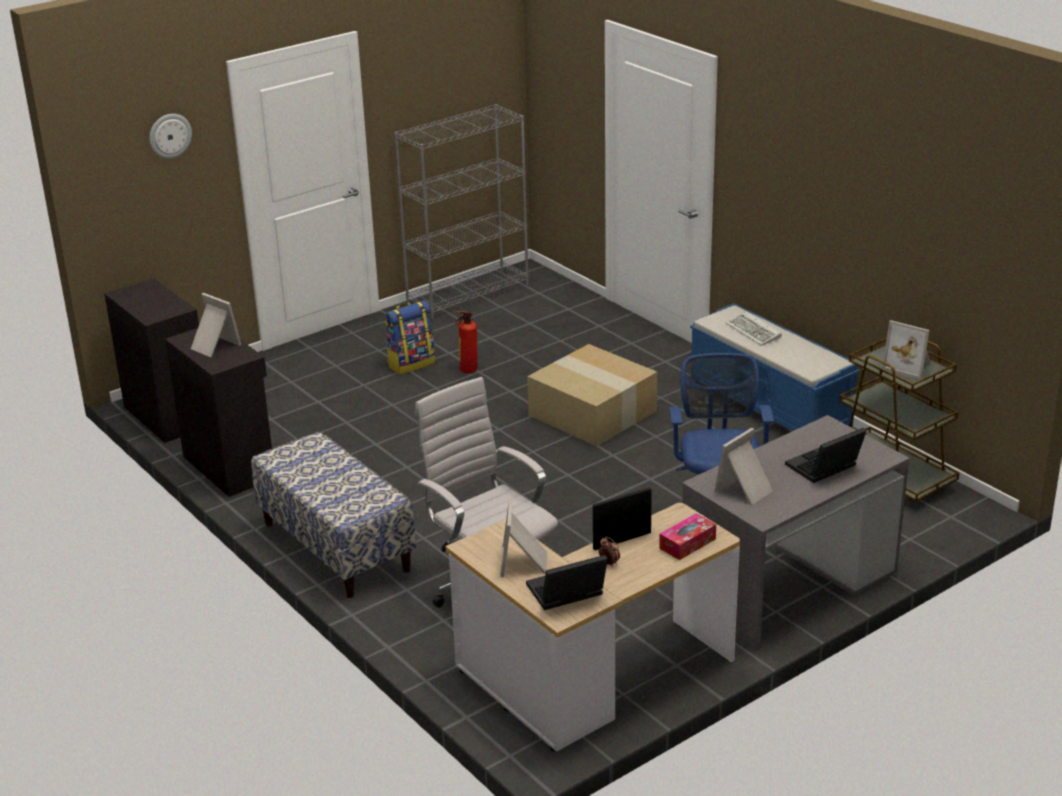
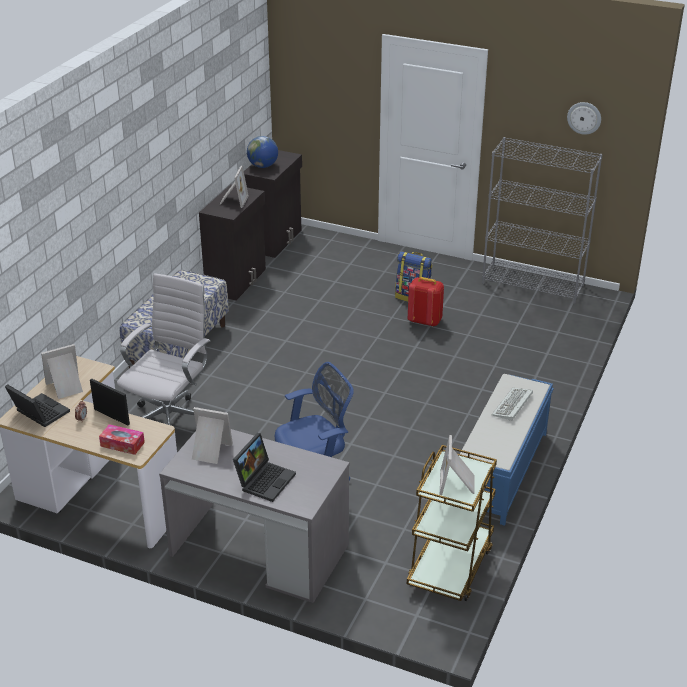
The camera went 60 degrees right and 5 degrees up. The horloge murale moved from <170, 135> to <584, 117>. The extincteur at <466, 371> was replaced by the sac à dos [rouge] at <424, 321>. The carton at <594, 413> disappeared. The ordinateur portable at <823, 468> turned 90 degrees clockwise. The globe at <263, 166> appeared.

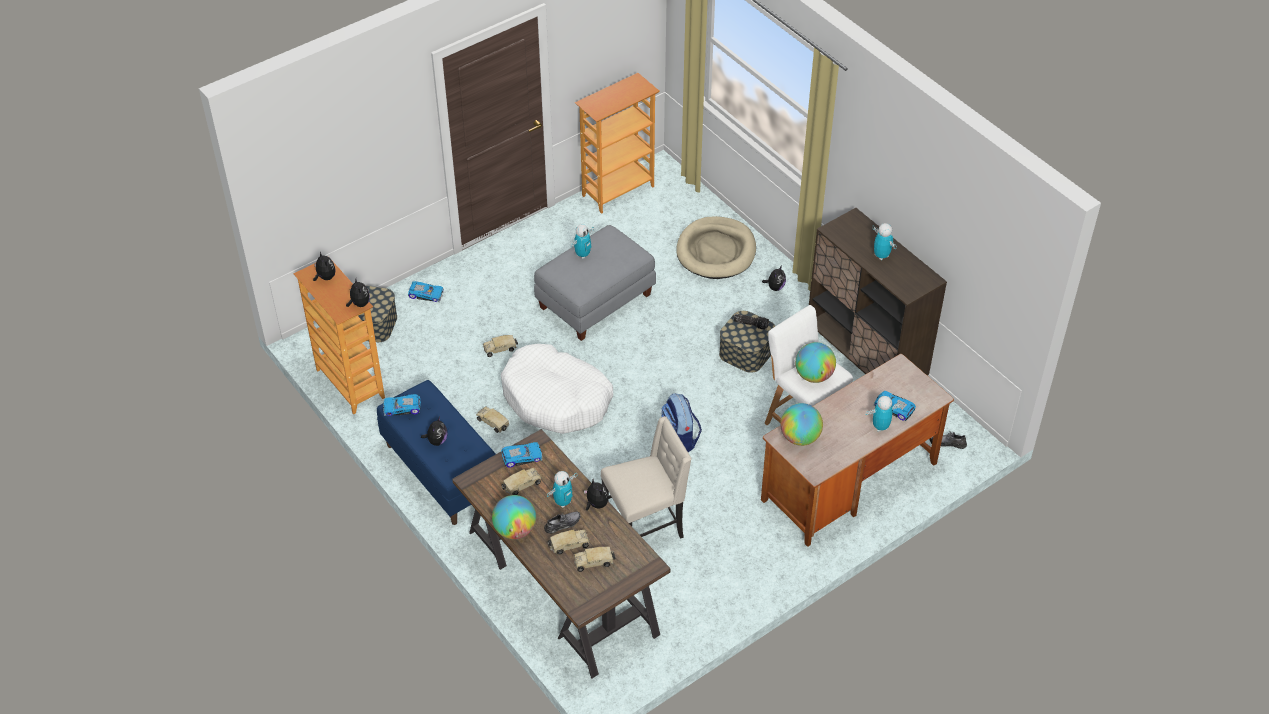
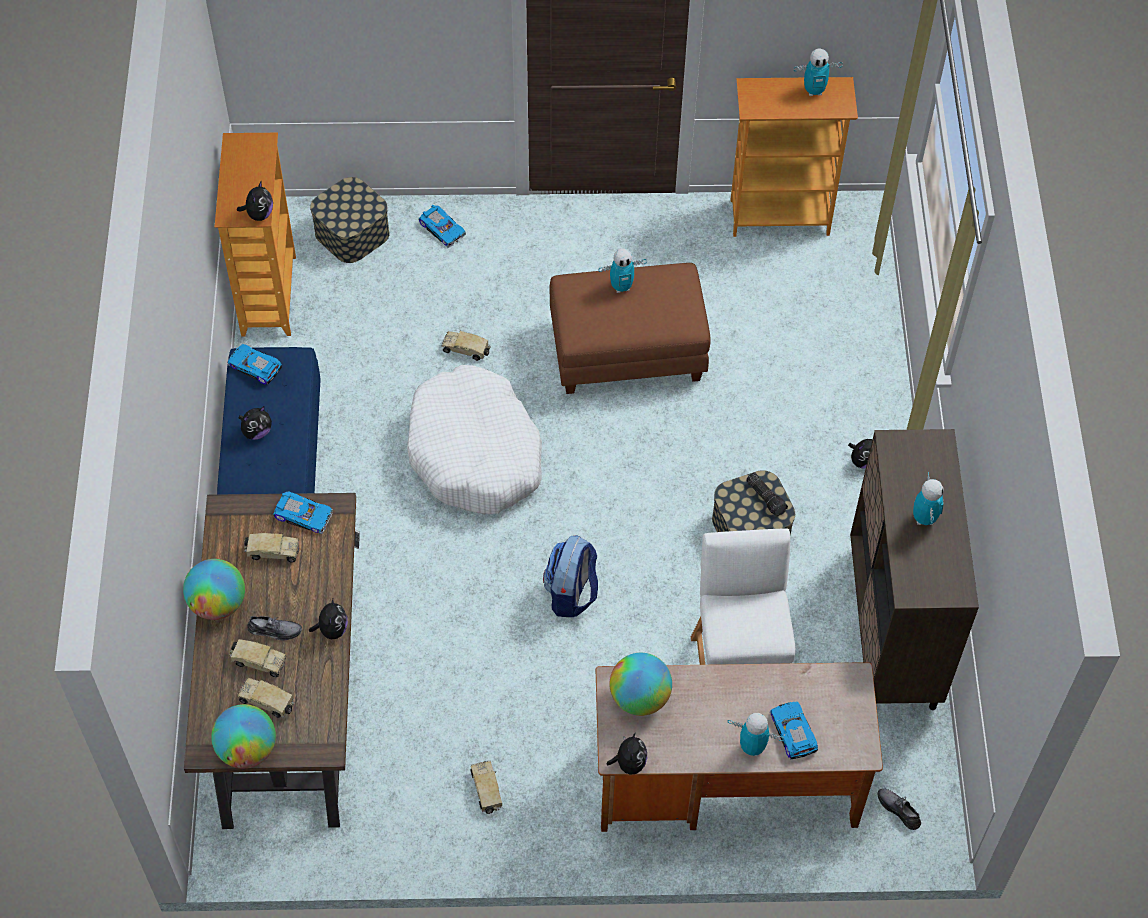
The camera went 35 degrees right and 10 degrees up. The peluche moved from <325, 277> to <629, 763>. The camion jouet moved from <493, 423> to <487, 791>. The pouf [gris] at <595, 300> became the pouf [marron] at <628, 350>. The robot jouet moved from <563, 502> to <814, 91>. The chaise [beige] at <645, 527> disappeared. The panier pour chien [beige] at <716, 251> disappeared. The globe moved from <814, 376> to <247, 749>.

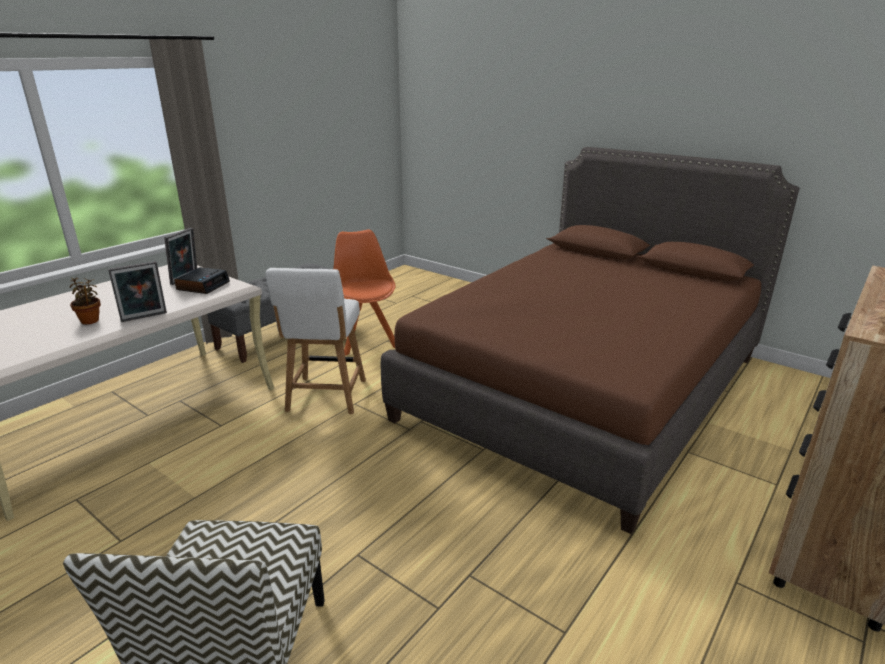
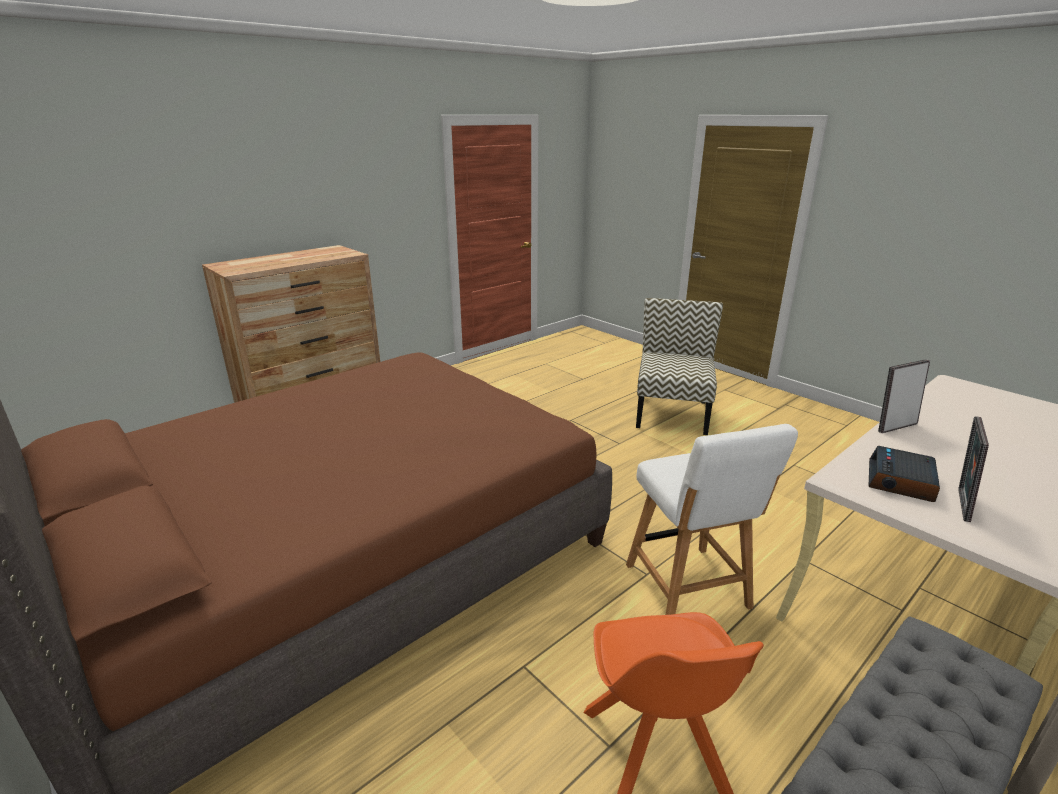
The camera went 170 degrees left and 0 degrees up. The plante en pot at <90, 320> disappeared. The chaise [blanc] at <325, 397> turned 150 degrees clockwise.

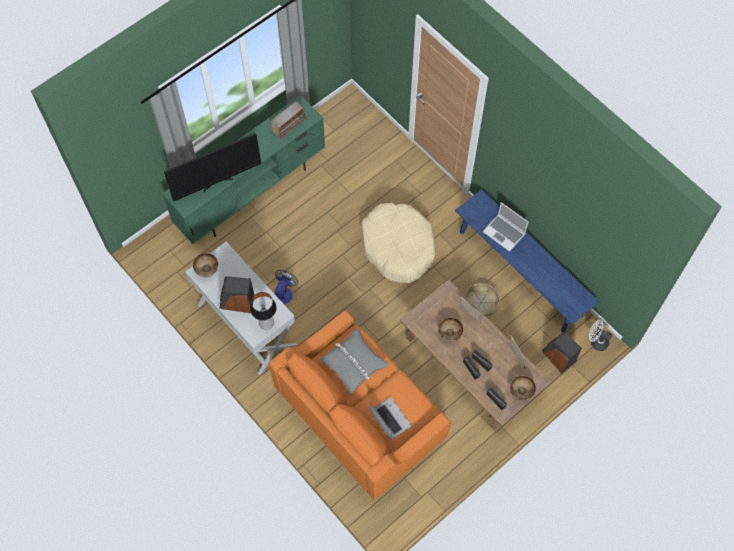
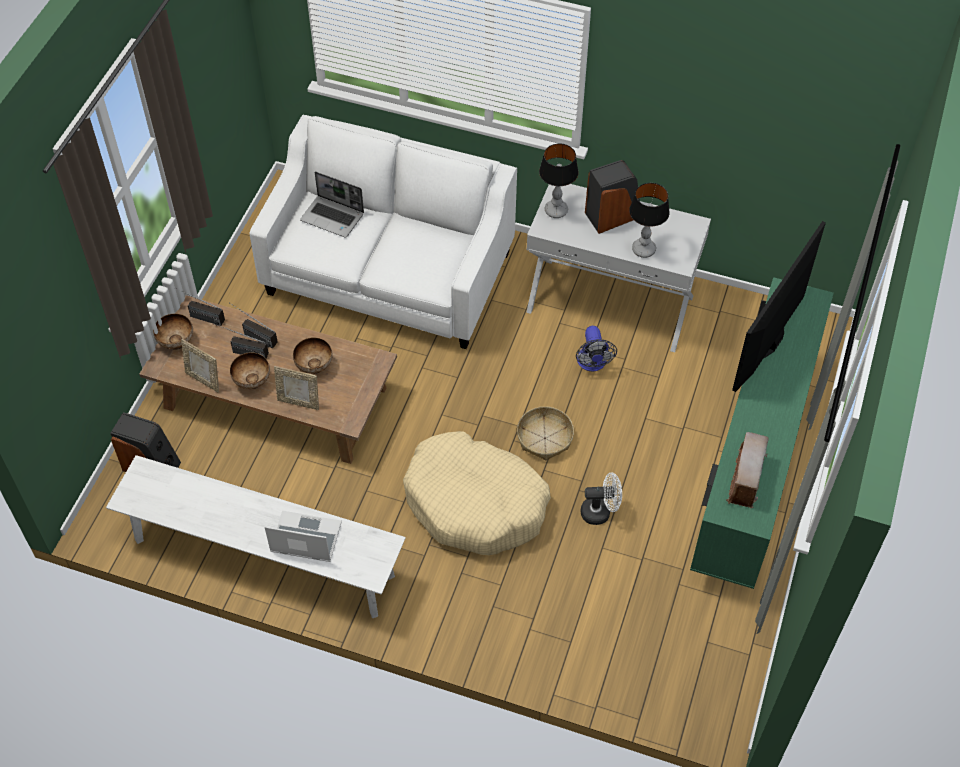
The camera went 150 degrees right and 10 degrees down. The bol moved from <207, 271> to <252, 381>. The canapé [orange] at <360, 416> became the canapé [blanc] at <389, 274>. The coussin [gris] at <354, 363> disappeared. The banc [bleu] at <520, 273> became the banc [blanc] at <263, 558>. The panier moved from <481, 302> to <545, 438>. The ventilateur [blanc] moved from <596, 341> to <600, 512>. The lampe de table at <643, 249> appeared.

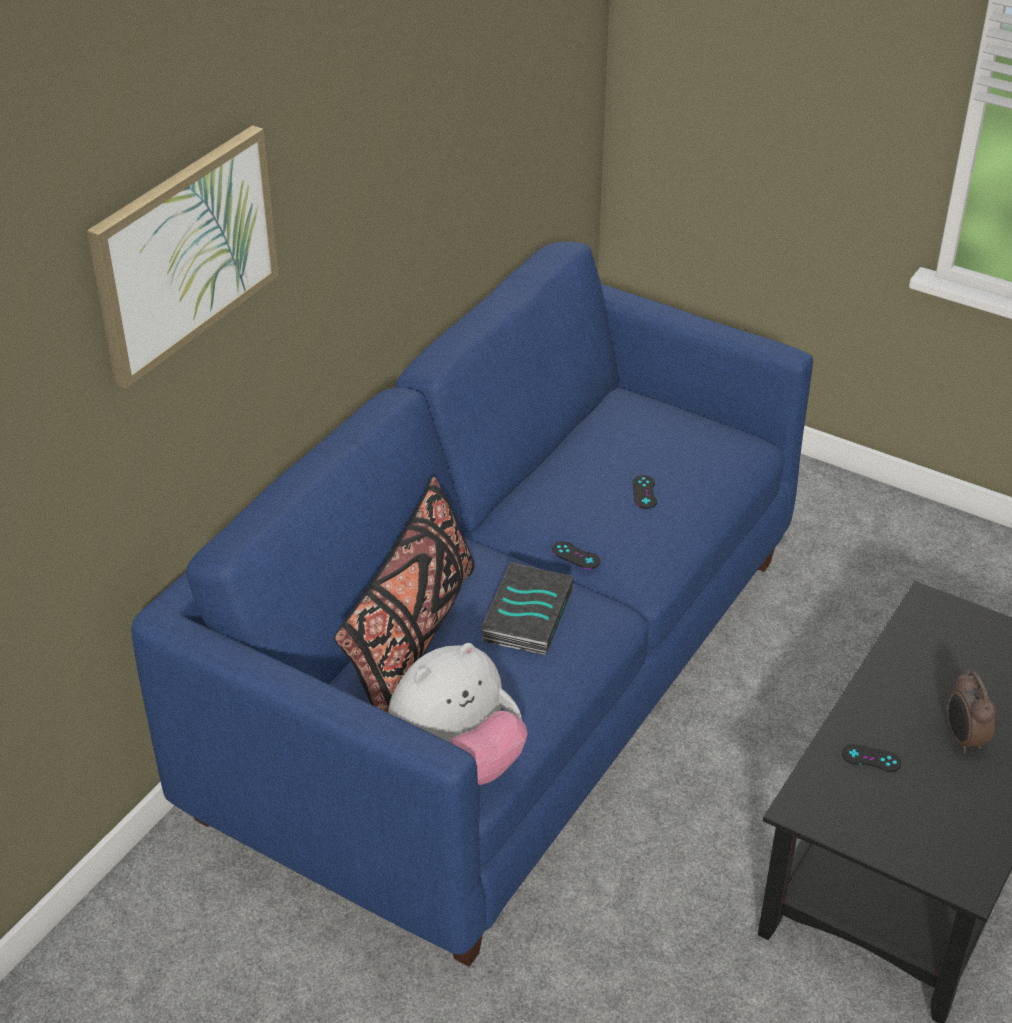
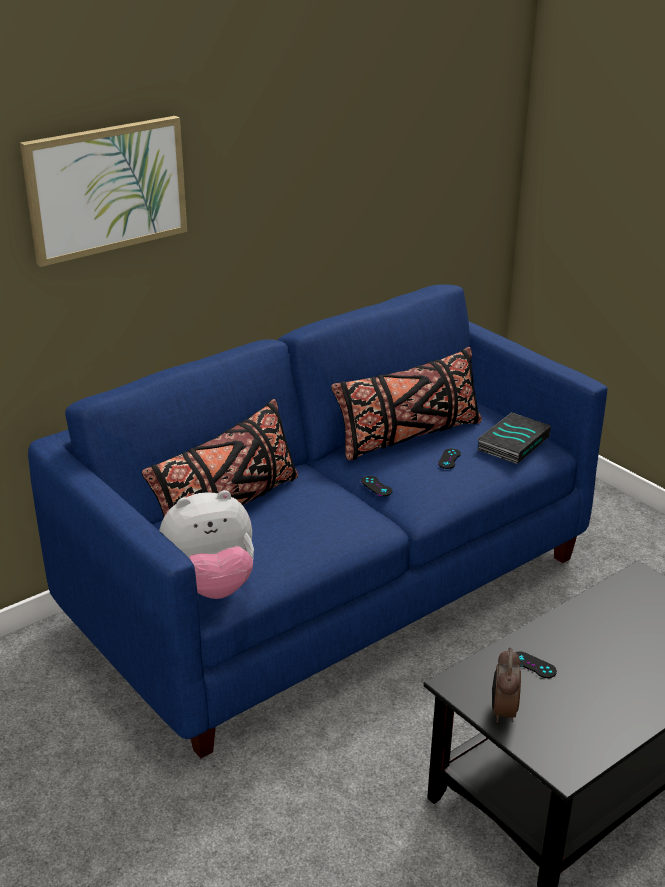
The camera went 20 degrees right and 10 degrees down. The livre moved from <525, 614> to <512, 442>. The réveil moved from <963, 739> to <503, 712>. The coussin [noir] at <408, 436> appeared.

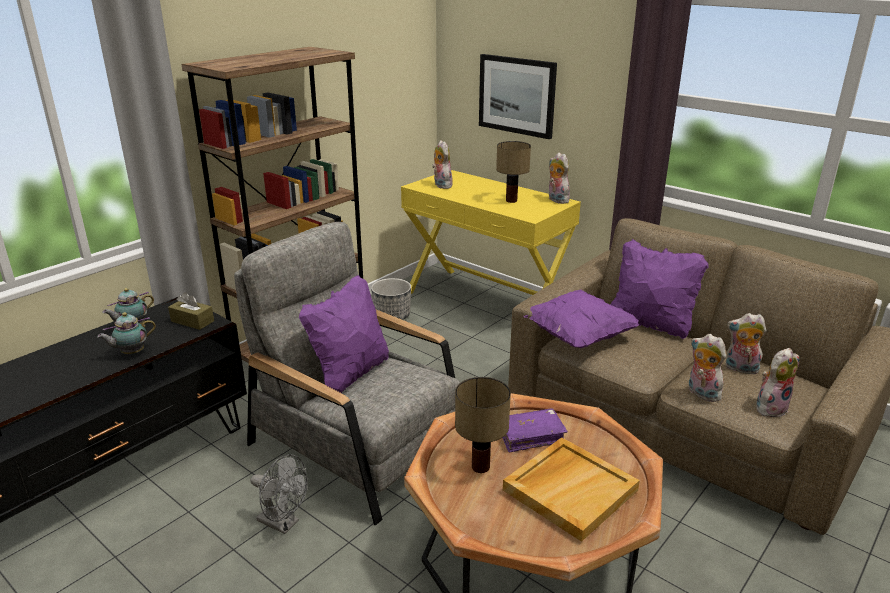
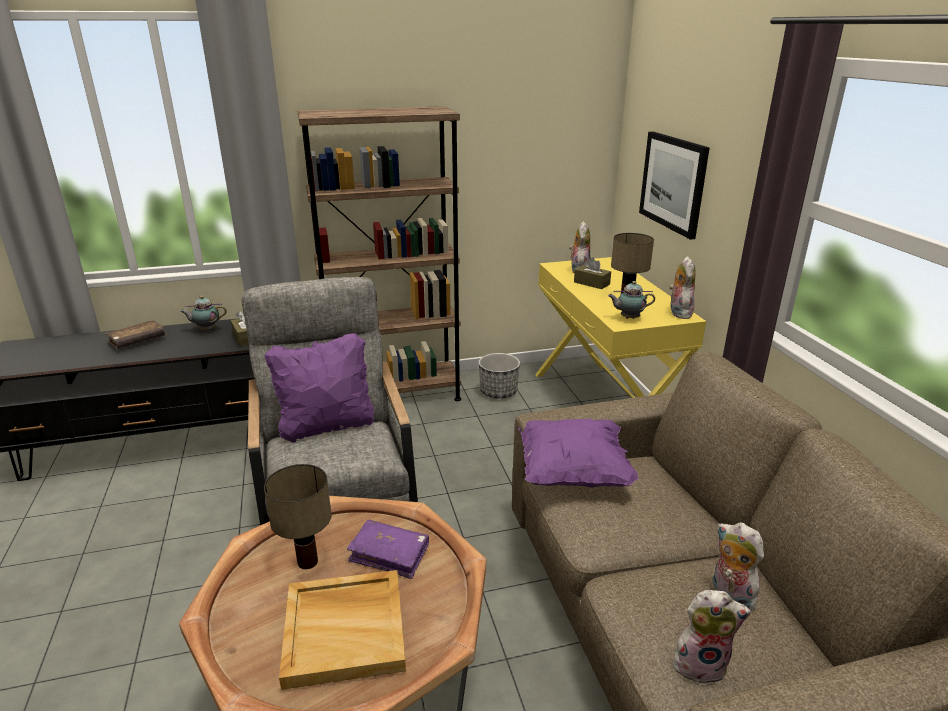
The camera went 35 degrees right and 0 degrees up. The théière moved from <131, 353> to <628, 318>. The ventilateur [gris] at <283, 523> disappeared. The coussin [violet] at <651, 324> disappeared. The peluche at <701, 393> disappeared. The livre [marron] at <137, 341> appeared. The boîte à mouchoirs [marron] at <591, 283> appeared.

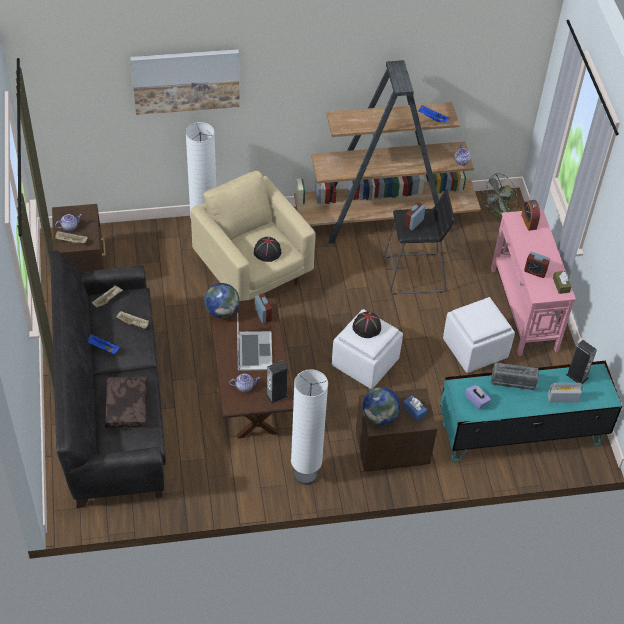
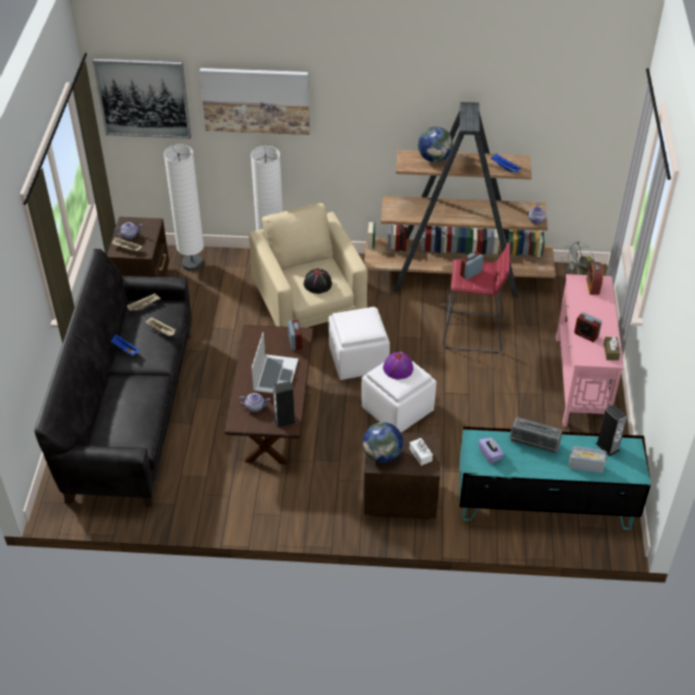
The camera went 15 degrees right and 5 degrees down. The coussin [marron] at <126, 406> disappeared. The globe moved from <222, 311> to <434, 158>. The lampadaire [blanc] moved from <305, 474> to <192, 264>. The chapeau [noir] at <367, 327> became the chapeau [violet] at <398, 368>. The tabouret [noir] at <415, 274> became the tabouret [rouge] at <473, 332>. The boîte à mouchoirs [bleu] at <414, 410> became the boîte à mouchoirs [blanc] at <420, 455>. The pouf [blanc] moved from <475, 349> to <358, 360>. The tableau at <143, 98> appeared.

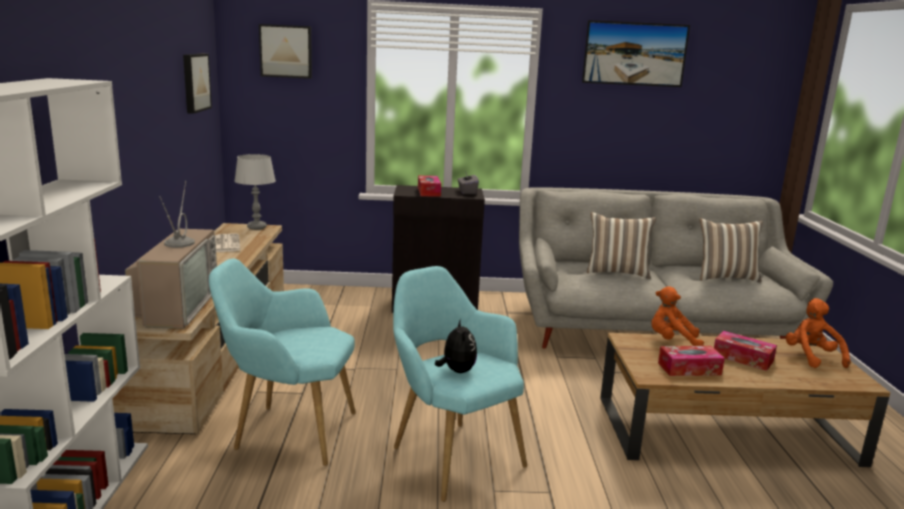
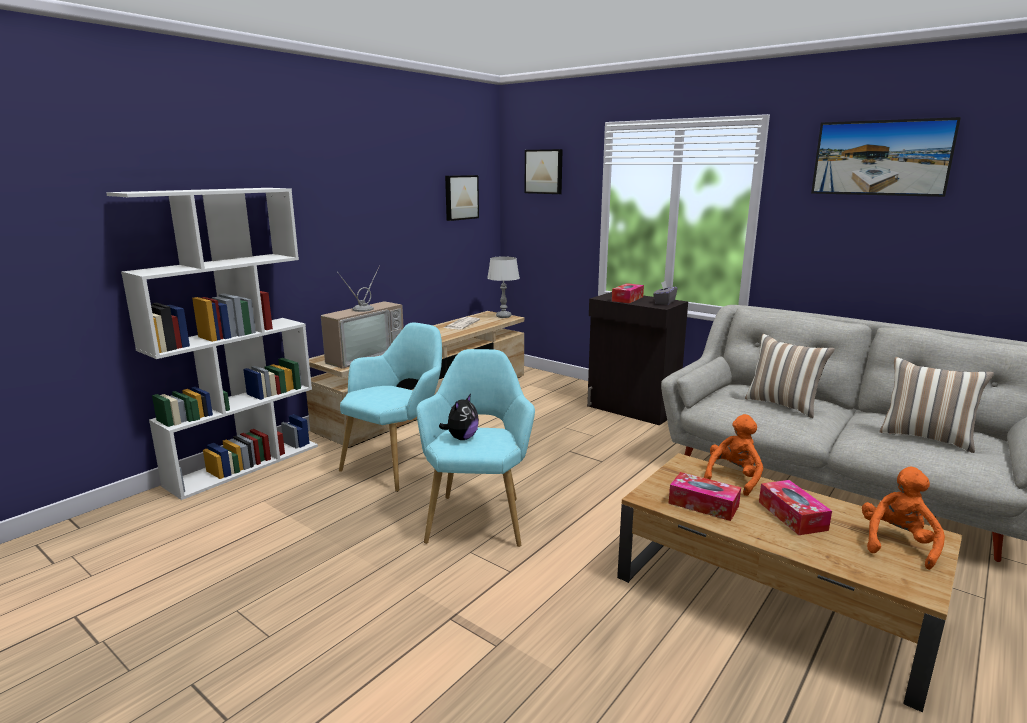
The camera went 40 degrees right and 0 degrees up. The fauteuil [turquoise] at <288, 431> turned 75 degrees clockwise. The peluche [orange] at <672, 341> turned 75 degrees clockwise.

